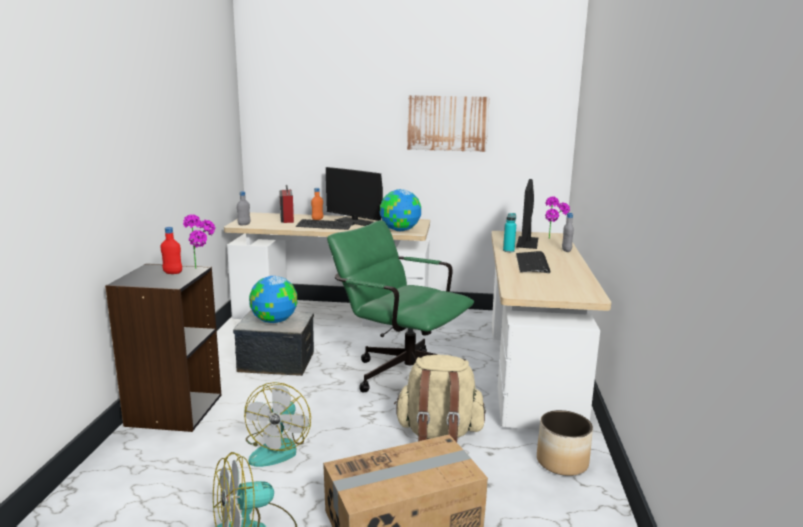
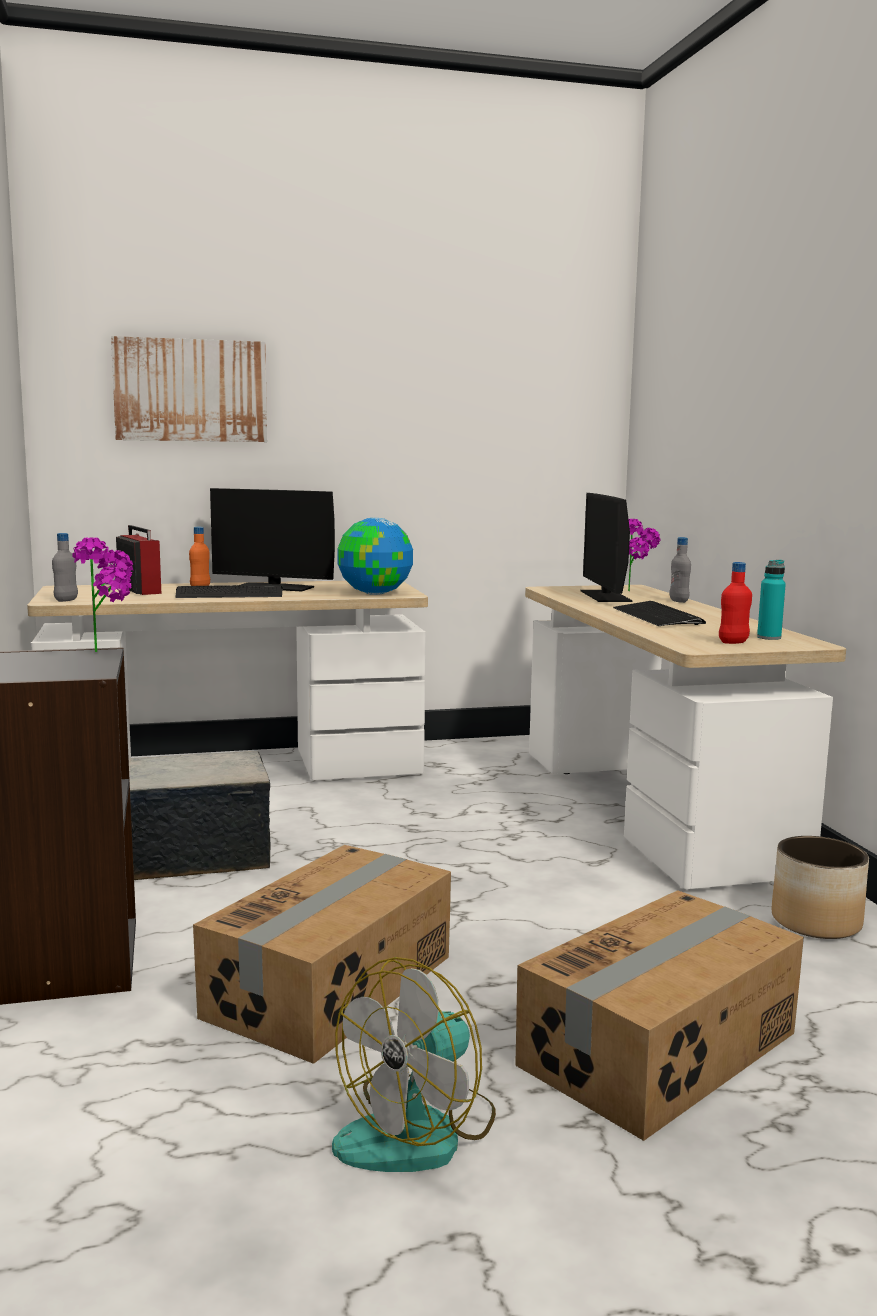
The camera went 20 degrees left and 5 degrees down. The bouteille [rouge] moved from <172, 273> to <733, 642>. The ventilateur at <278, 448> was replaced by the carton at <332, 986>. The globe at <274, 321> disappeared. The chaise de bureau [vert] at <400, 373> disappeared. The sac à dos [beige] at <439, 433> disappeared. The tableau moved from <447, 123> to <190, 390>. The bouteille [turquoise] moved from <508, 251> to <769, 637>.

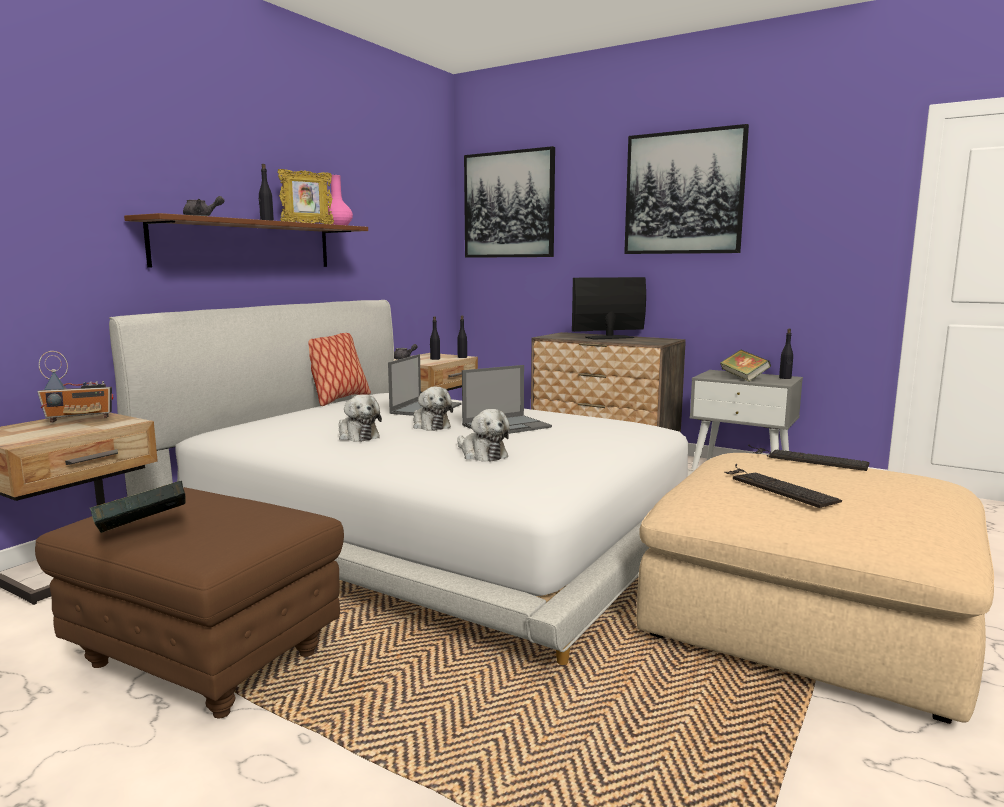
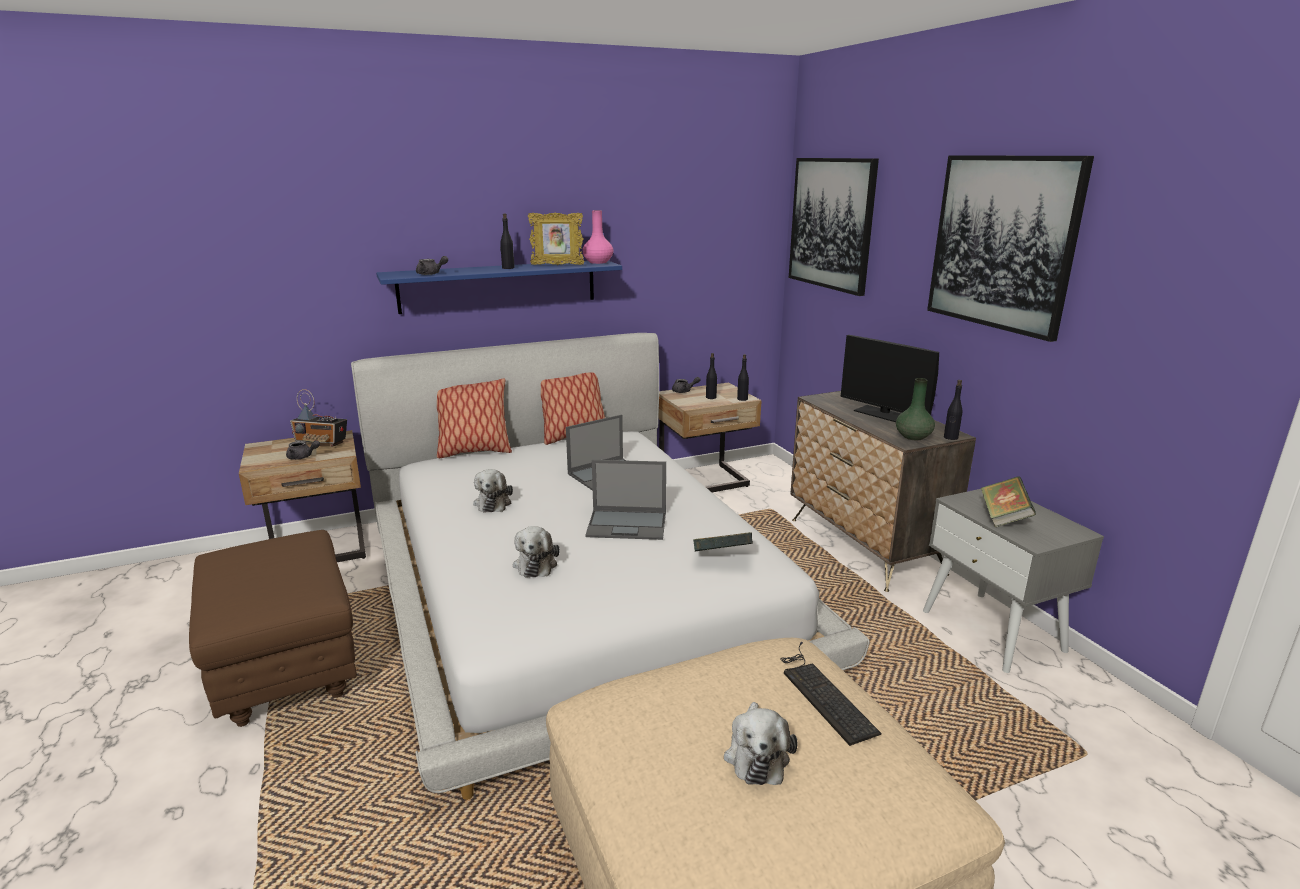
The camera went 35 degrees right and 10 degrees up. The livre moved from <142, 532> to <722, 558>. The étagère [marron] at <246, 245> became the étagère [bleu] at <499, 286>. The peluche moved from <430, 425> to <756, 755>. The écran d'ordinateur at <609, 337> turned 150 degrees counterclockwise. The clavier at <774, 486> disappeared. The bouteille [noir] moved from <785, 378> to <950, 437>. The théière [gris] at <302, 457> appeared. The coussin at <474, 452> appeared. The vase [vert] at <913, 437> appeared.

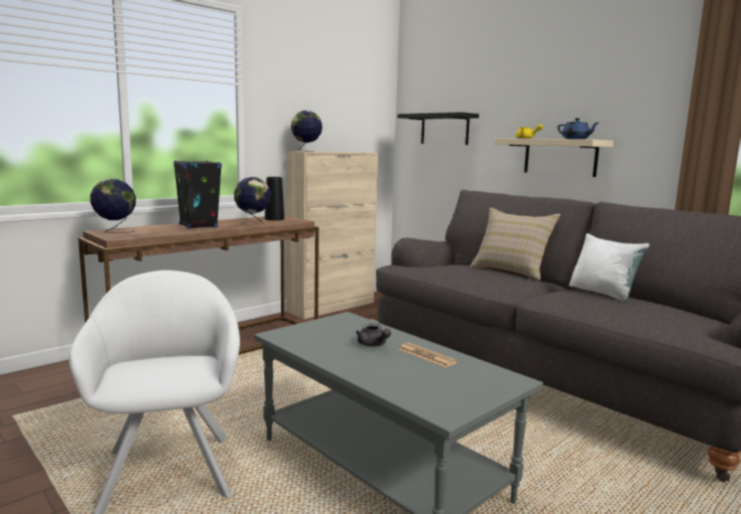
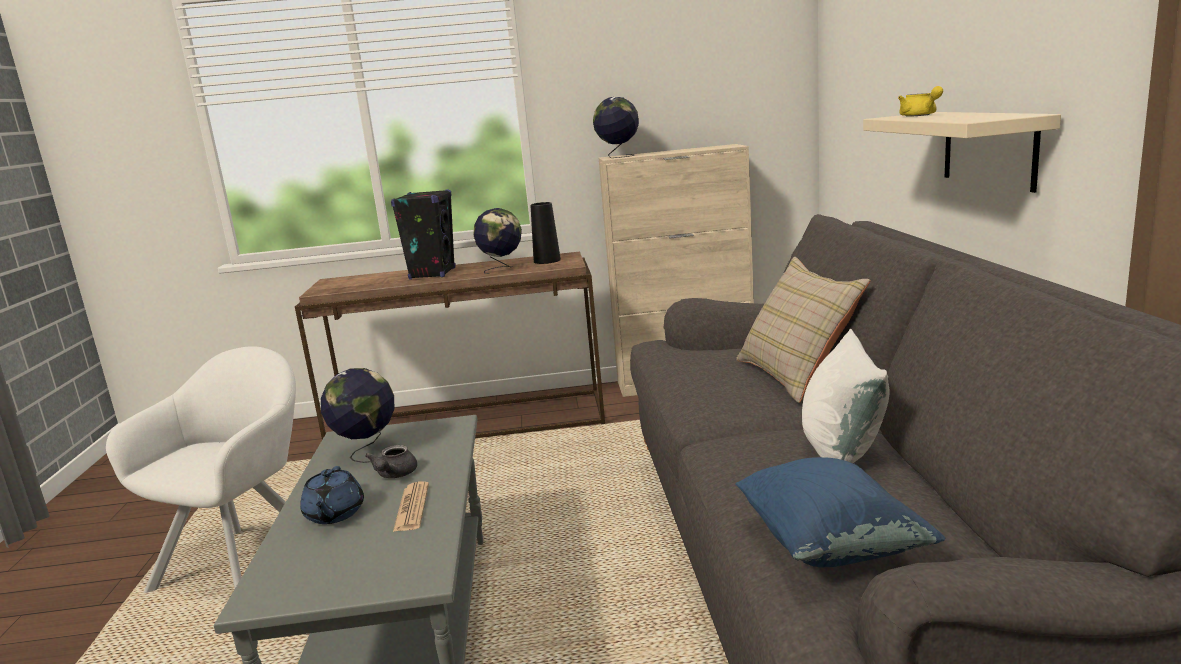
The camera went 40 degrees right and 5 degrees up. The globe moved from <115, 231> to <367, 453>. The étagère [noir] at <444, 129> disappeared. The théière [bleu] moved from <575, 139> to <334, 514>. The coussin [bleu] at <829, 545> appeared.

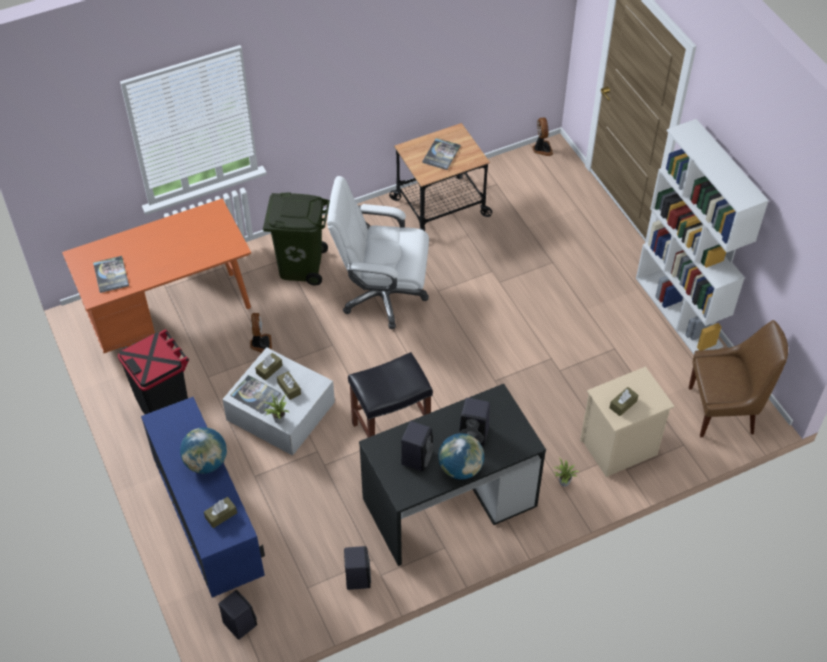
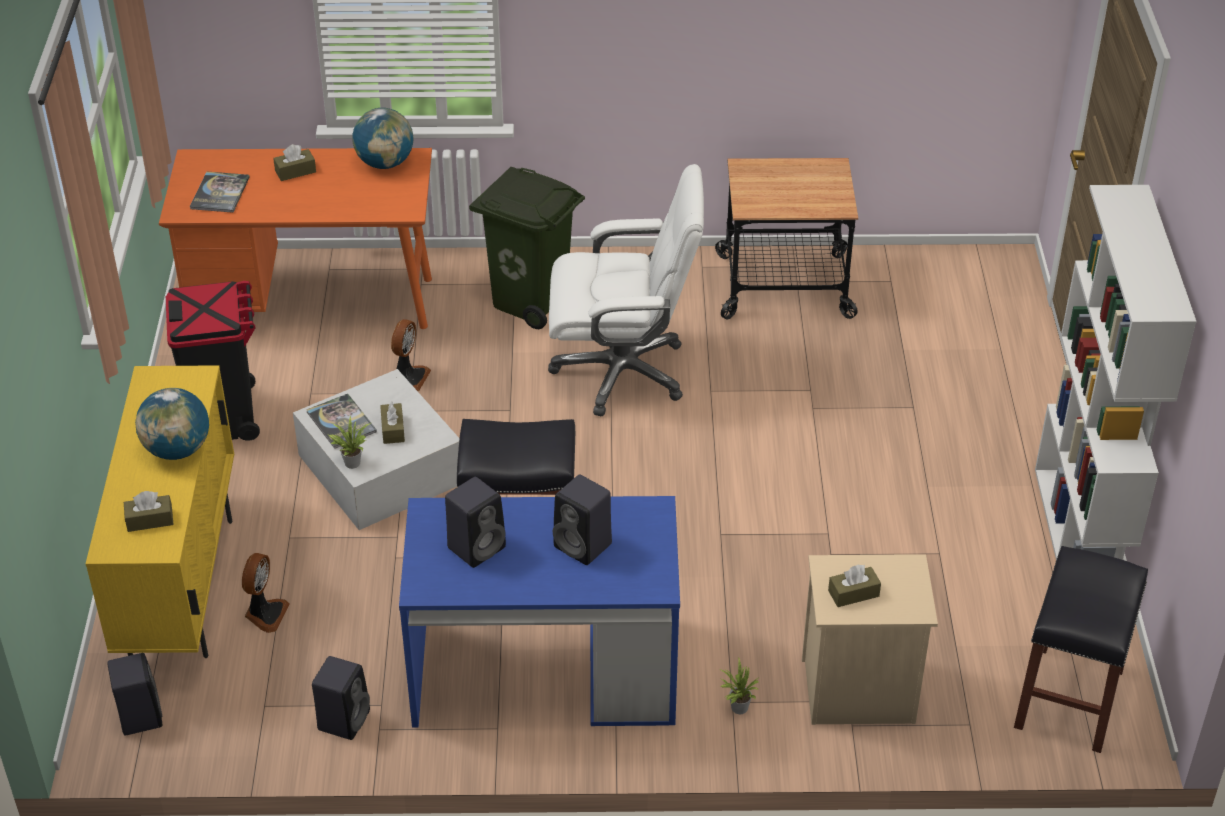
The camera went 25 degrees right and 10 degrees down. The meuble de rangement [bleu] at <211, 532> became the meuble de rangement [jaune] at <182, 587>. The boîte à mouchoirs [marron] moved from <269, 369> to <295, 171>. The chaise de bureau [blanc] at <382, 296> turned 150 degrees clockwise. The bureau [noir] at <449, 503> became the bureau [bleu] at <544, 672>. The livre at <441, 154> disappeared. The globe moved from <460, 468> to <385, 163>. The ventilateur moved from <541, 149> to <265, 614>. The chaise [marron] at <724, 410> was replaced by the tabouret [noir] at <1069, 700>.

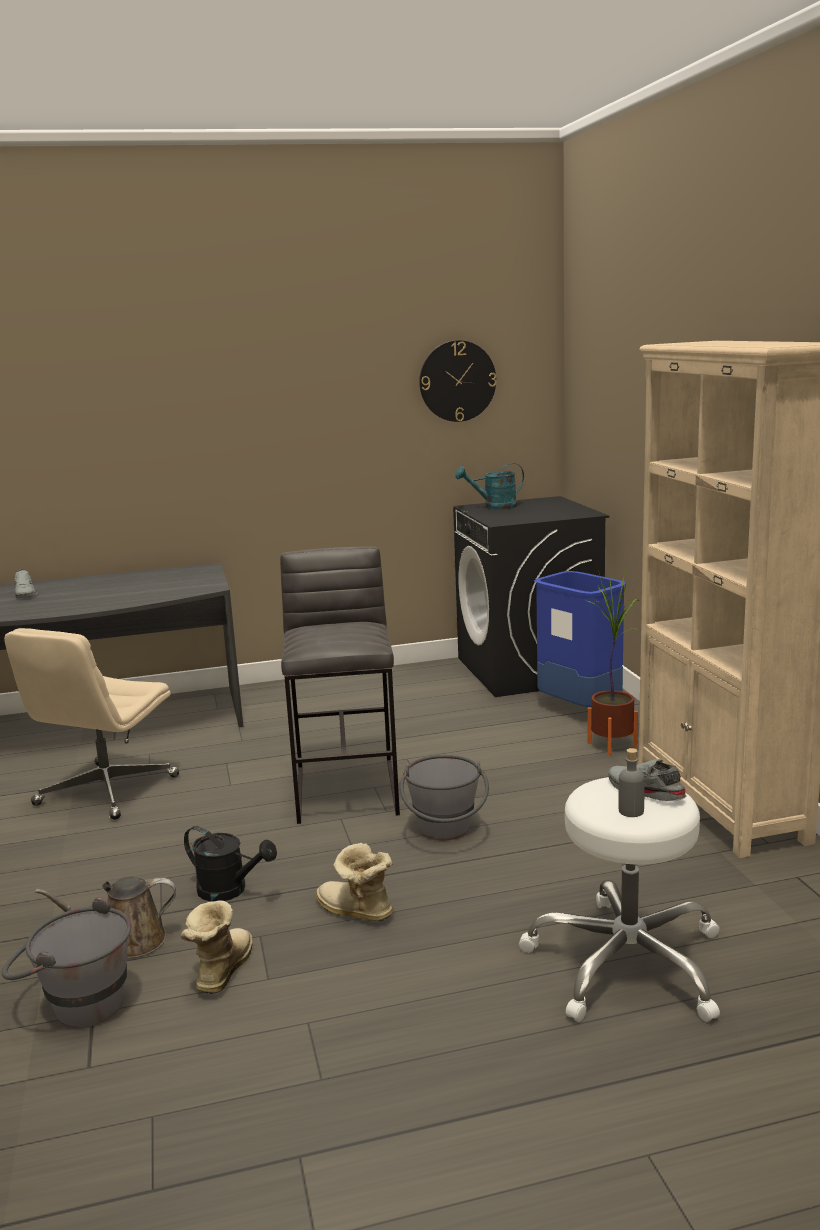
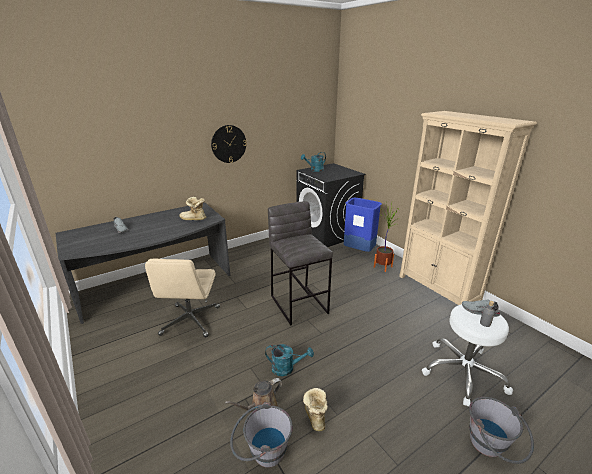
The camera went 20 degrees left and 10 degrees up. The arrosoir [noir] at <230, 890> became the arrosoir [turquoise] at <287, 368>. The botte moved from <355, 912> to <193, 219>. The seau [gris] moved from <445, 833> to <491, 448>. The horloge murale moved from <457, 381> to <228, 144>.

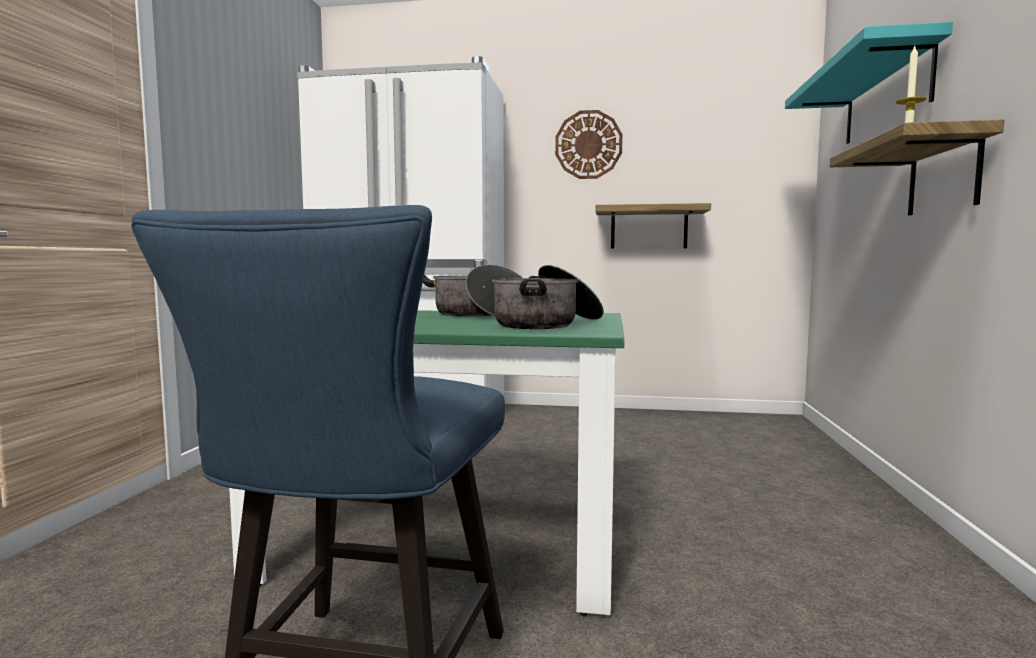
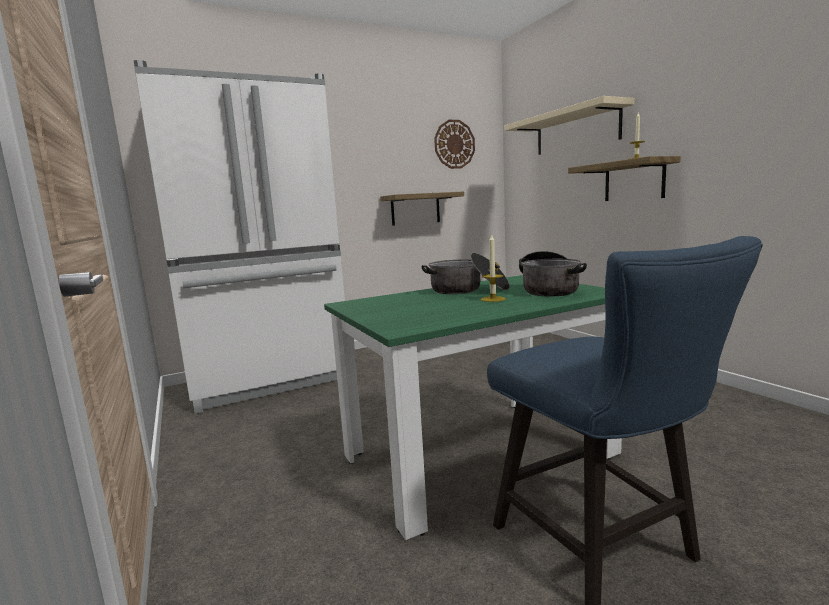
The camera went 35 degrees left and 5 degrees up. The horloge murale moved from <588, 145> to <454, 144>. The étagère [turquoise] at <886, 96> became the étagère [beige] at <576, 130>. The bougie at <493, 299> appeared.

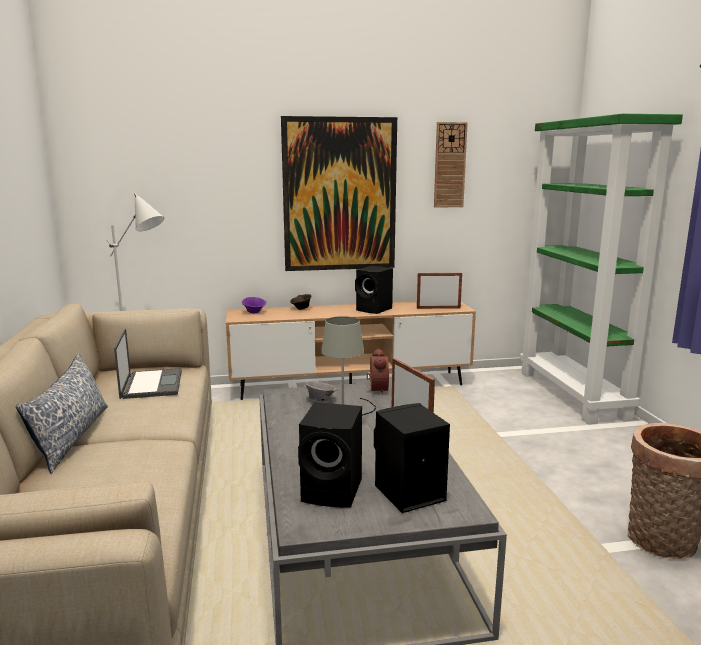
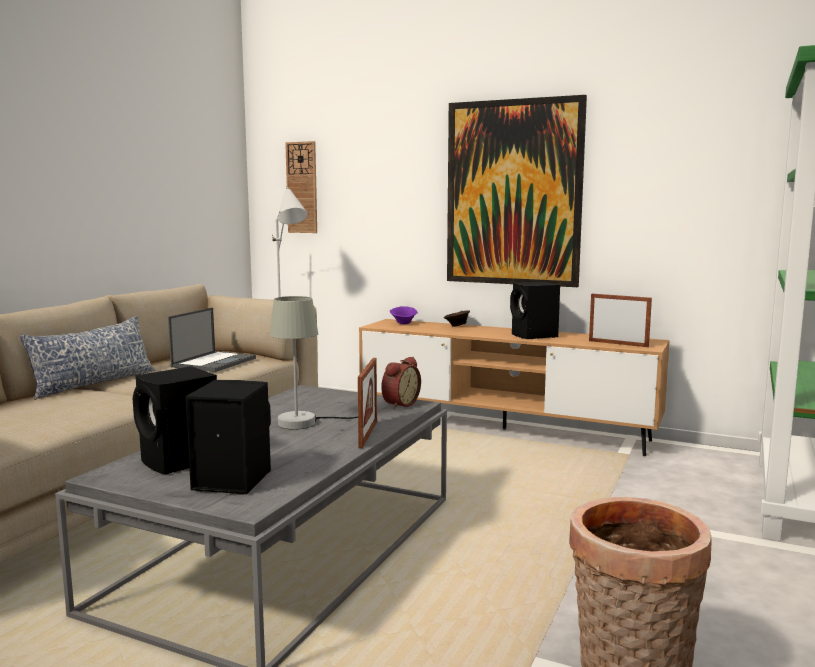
The camera went 35 degrees right and 5 degrees down. The bol [gris] at <320, 400> disappeared. The horloge murale moved from <450, 165> to <302, 187>.

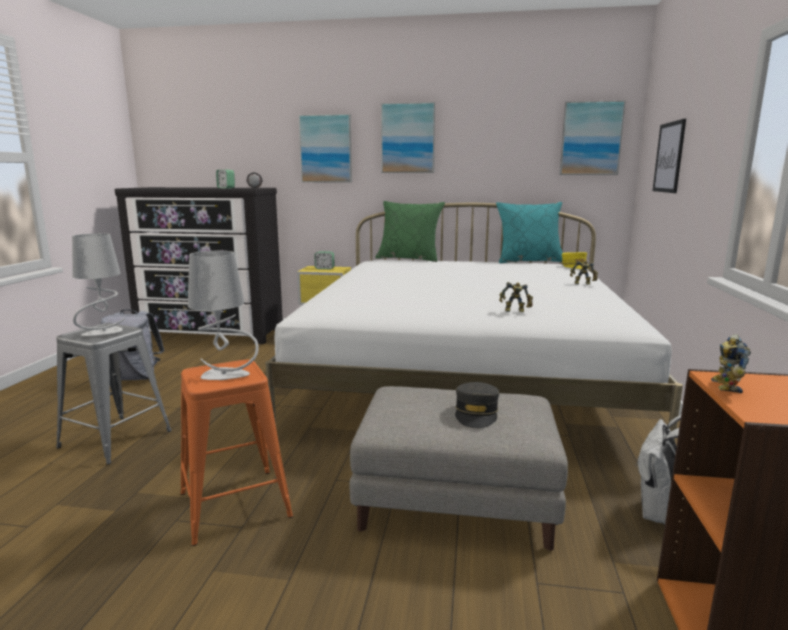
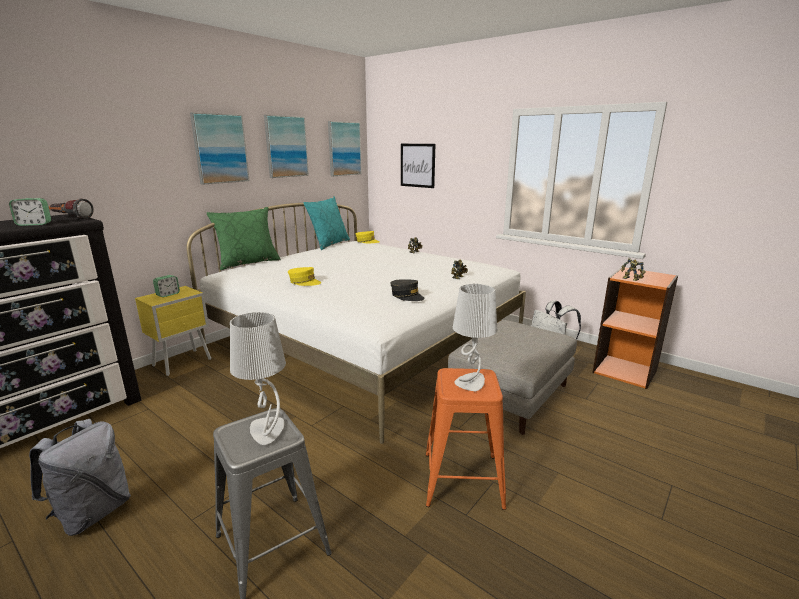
The camera went 60 degrees left and 5 degrees up. The tableau moved from <326, 149> to <286, 146>. The casquette [gris] moved from <476, 414> to <407, 296>. The casquette [jaune] at <304, 282> appeared.

